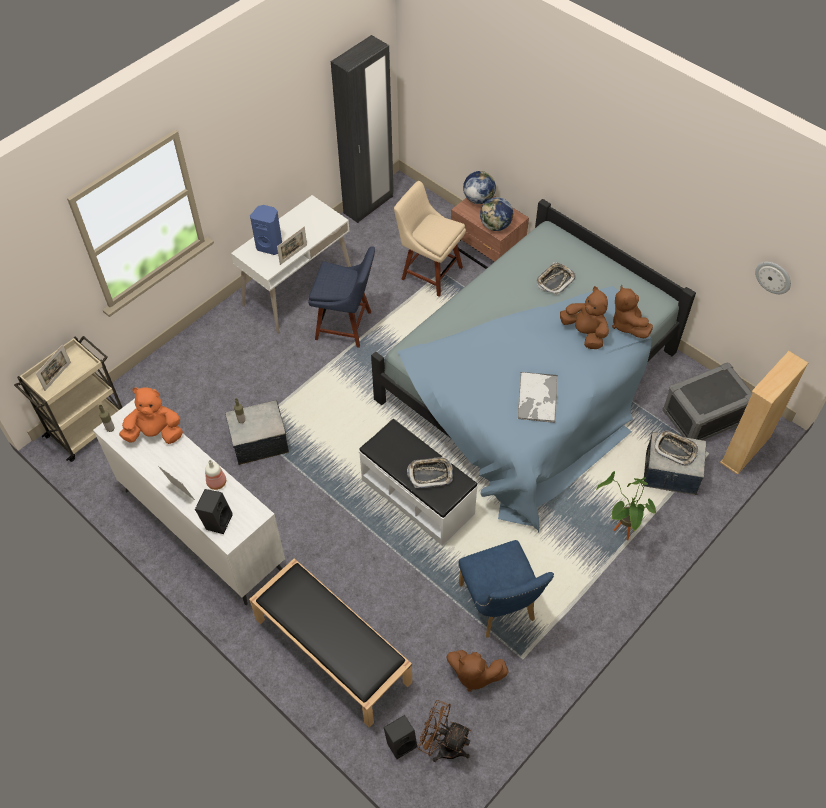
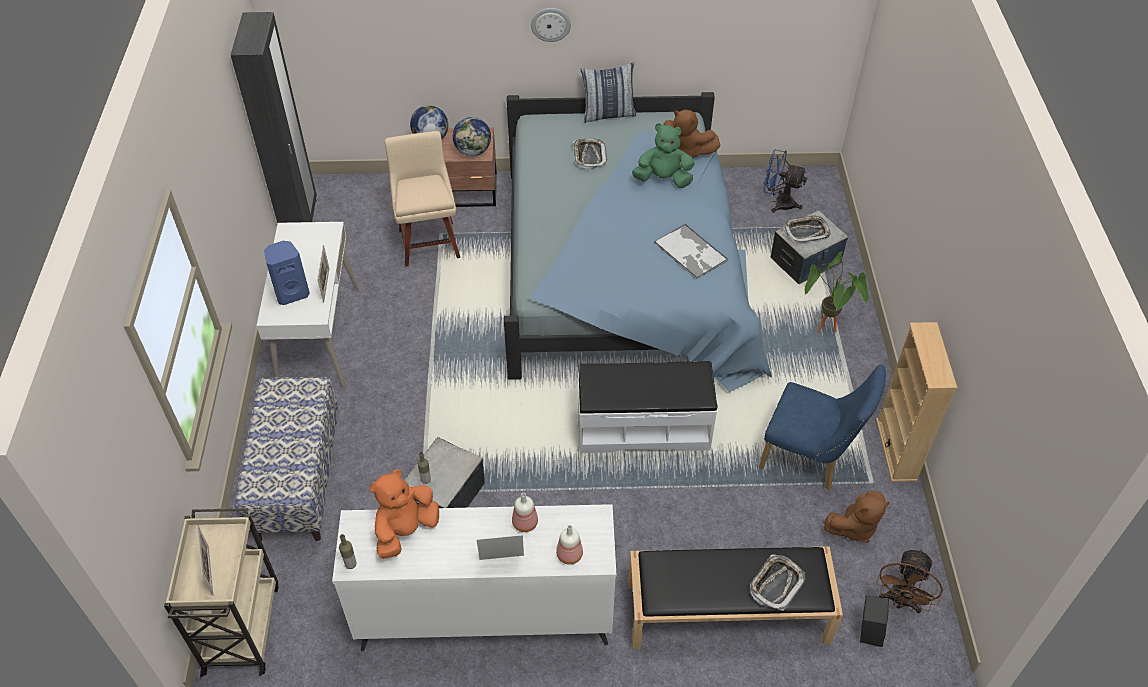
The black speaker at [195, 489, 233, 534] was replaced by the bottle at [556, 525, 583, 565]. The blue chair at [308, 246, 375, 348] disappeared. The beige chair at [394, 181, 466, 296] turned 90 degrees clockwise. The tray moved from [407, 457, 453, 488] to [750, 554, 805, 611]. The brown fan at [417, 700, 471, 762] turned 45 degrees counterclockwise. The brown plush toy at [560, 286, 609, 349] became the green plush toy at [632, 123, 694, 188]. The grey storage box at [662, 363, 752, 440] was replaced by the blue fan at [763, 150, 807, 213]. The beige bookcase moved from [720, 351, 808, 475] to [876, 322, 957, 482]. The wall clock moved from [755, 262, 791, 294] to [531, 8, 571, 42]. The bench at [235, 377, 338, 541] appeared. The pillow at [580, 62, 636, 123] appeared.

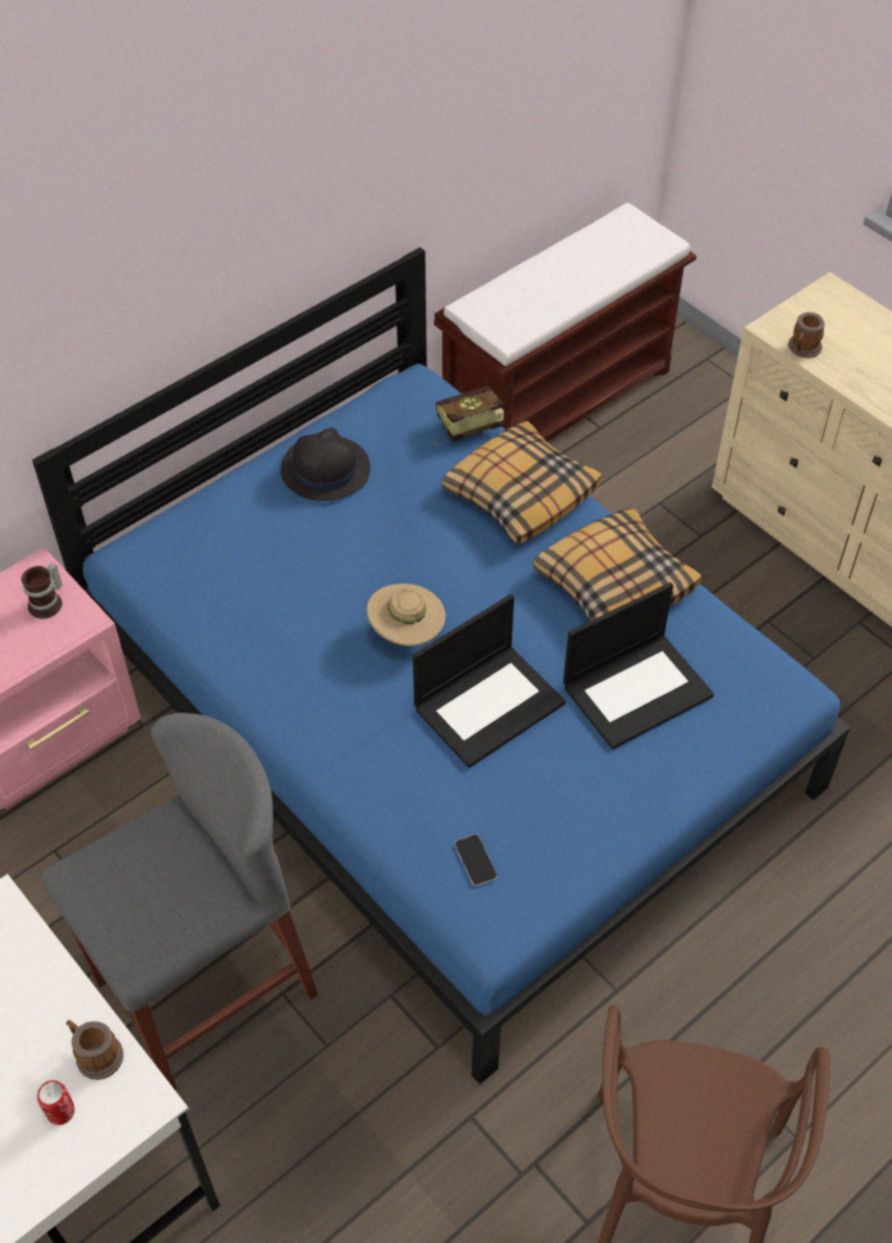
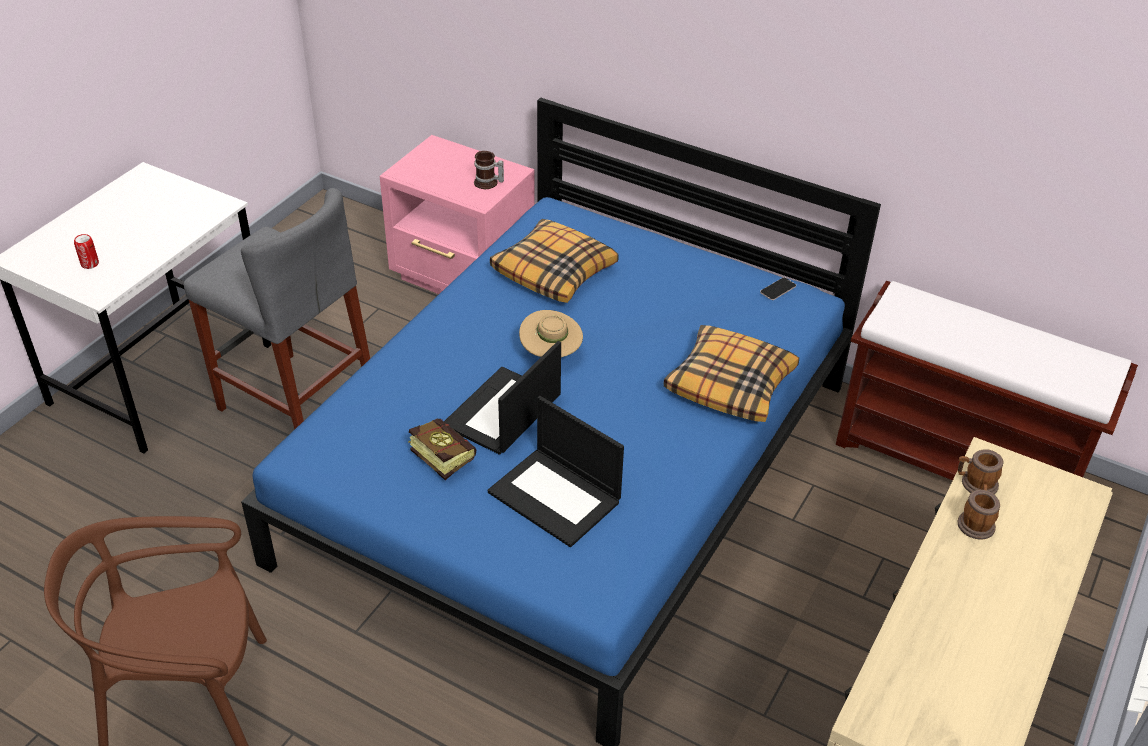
The mug moved from [66, 1020, 124, 1080] to [957, 484, 1000, 540]. The black hat at [281, 427, 370, 501] disappeared. The laptop at [413, 594, 566, 768] turned 90 degrees clockwise. The book moved from [434, 386, 505, 445] to [408, 419, 476, 480]. The phone moved from [455, 834, 497, 886] to [760, 277, 796, 300]. The pillow moved from [533, 508, 702, 621] to [490, 219, 619, 303].

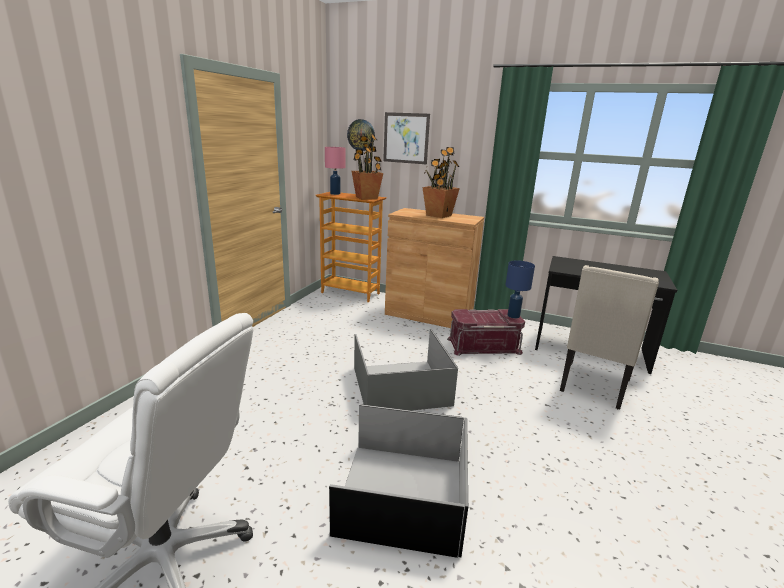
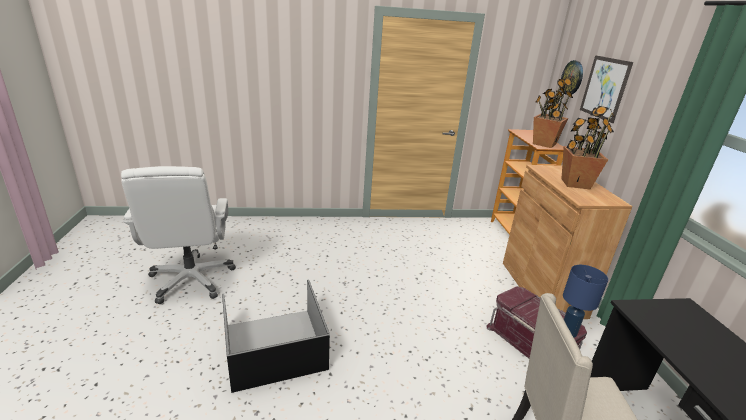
The pink table lamp at [325, 147, 345, 195] disappeared. The grey storage box at [354, 329, 458, 411] disappeared.

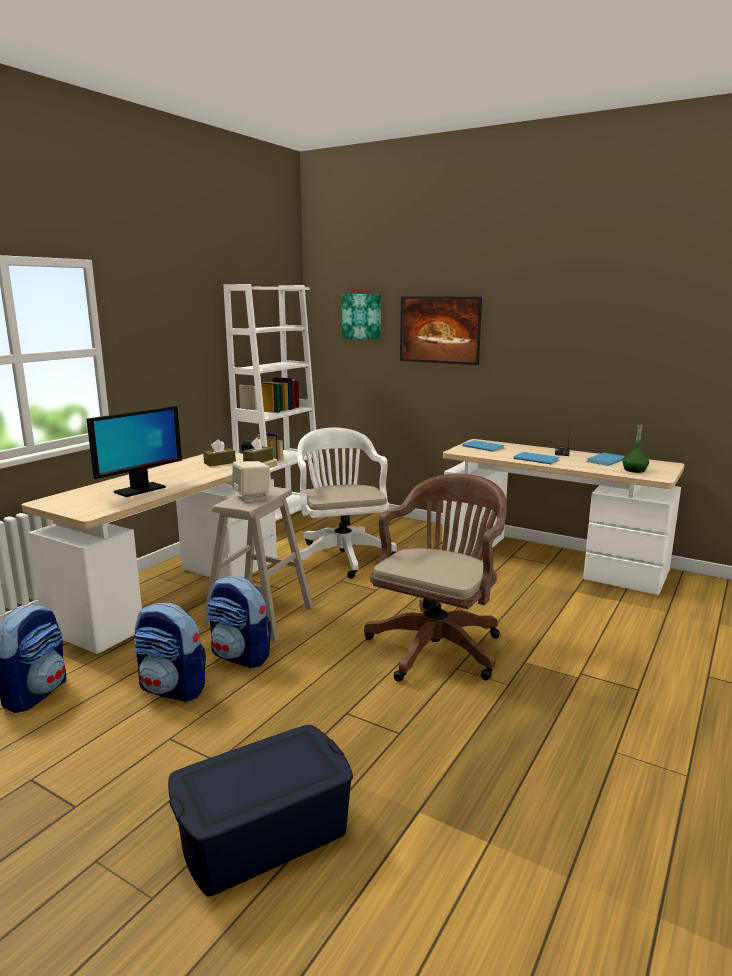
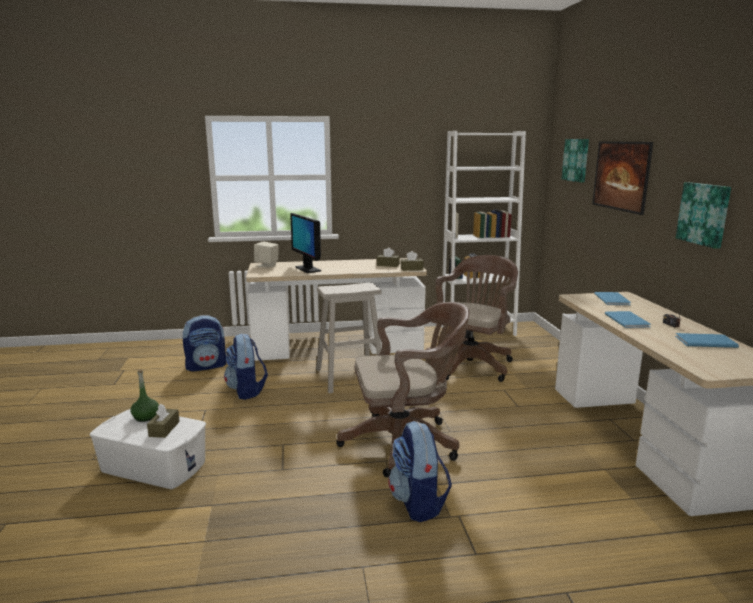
The monitor at [87, 406, 182, 497] turned 60 degrees clockwise. The blue storage box at [168, 725, 353, 897] became the white storage box at [90, 409, 206, 489]. The backpack moved from [208, 576, 272, 668] to [388, 421, 452, 522]. The beige speaker moved from [232, 461, 270, 502] to [254, 241, 279, 268]. The white office chair at [297, 428, 397, 578] became the brown office chair at [426, 255, 518, 382]. The green bottle moved from [622, 424, 649, 473] to [130, 370, 159, 422]. The brown tissue box at [147, 403, 180, 438] appeared. The picture at [676, 182, 731, 249] appeared.

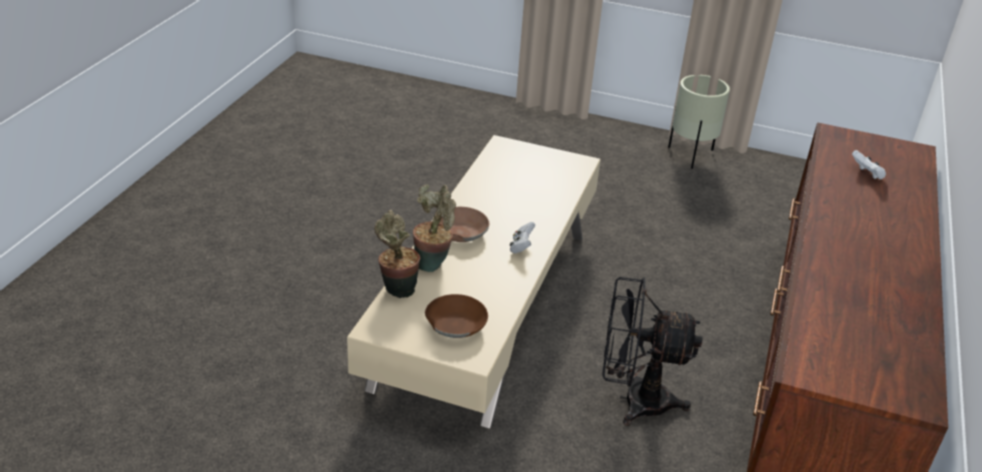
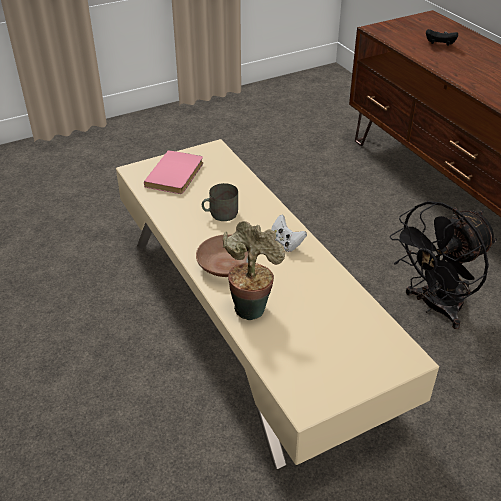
The potted plant at [374, 210, 420, 298] disappeared. The brown bowl at [425, 294, 488, 338] disappeared. The beige planter at [668, 75, 730, 169] disappeared. The white game controller at [852, 150, 886, 179] became the black game controller at [426, 29, 458, 46]. The pink book at [144, 150, 203, 194] appeared. The grey mug at [202, 183, 238, 221] appeared.

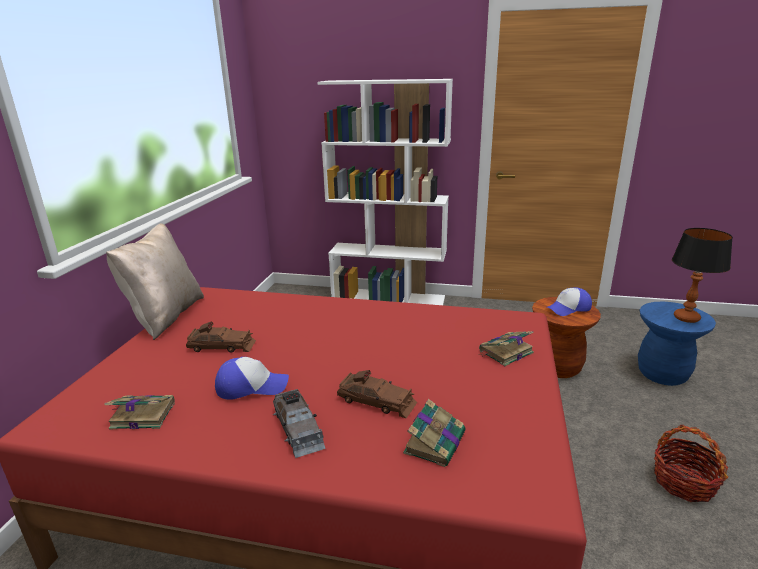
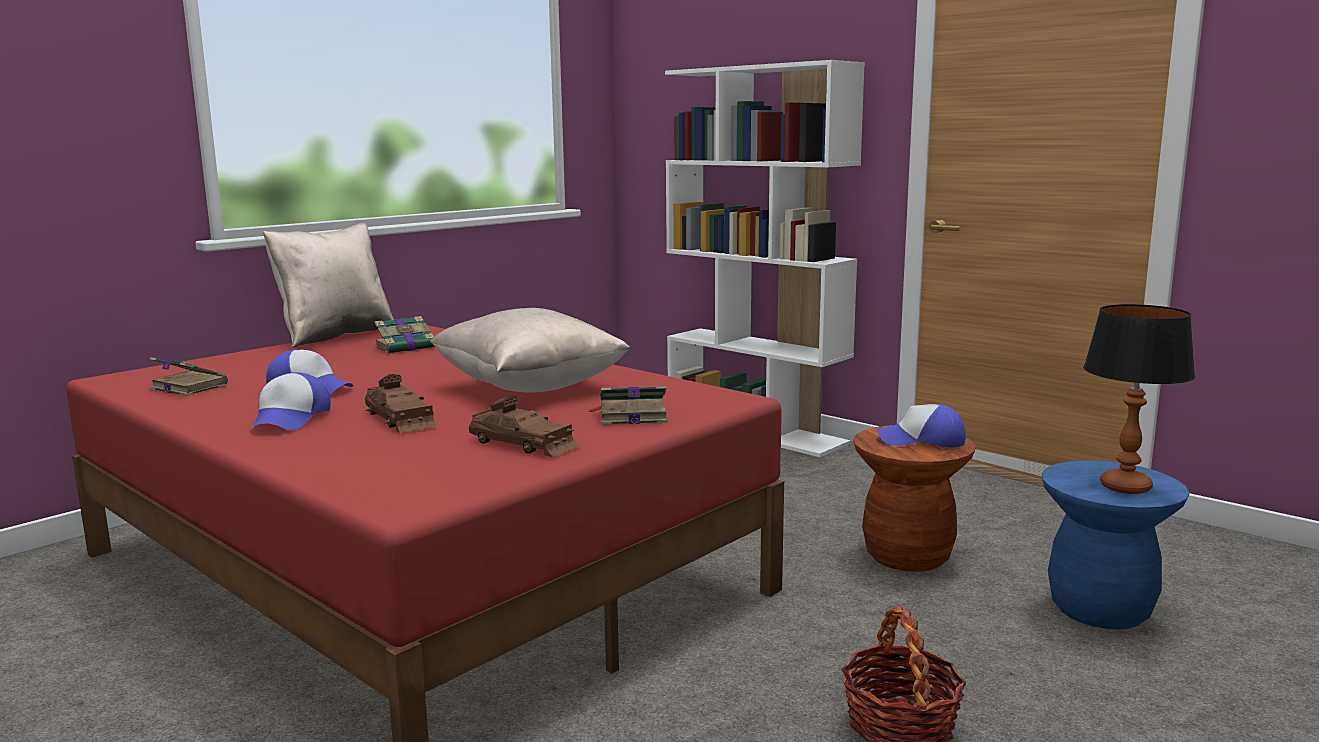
The brown toy car moved from [186, 321, 256, 353] to [469, 395, 579, 457]. The grey toy car at [273, 389, 326, 458] was replaced by the cap at [249, 372, 331, 430]. The book moved from [403, 399, 465, 467] to [374, 316, 435, 354]. The beige pillow at [430, 308, 630, 393] appeared.

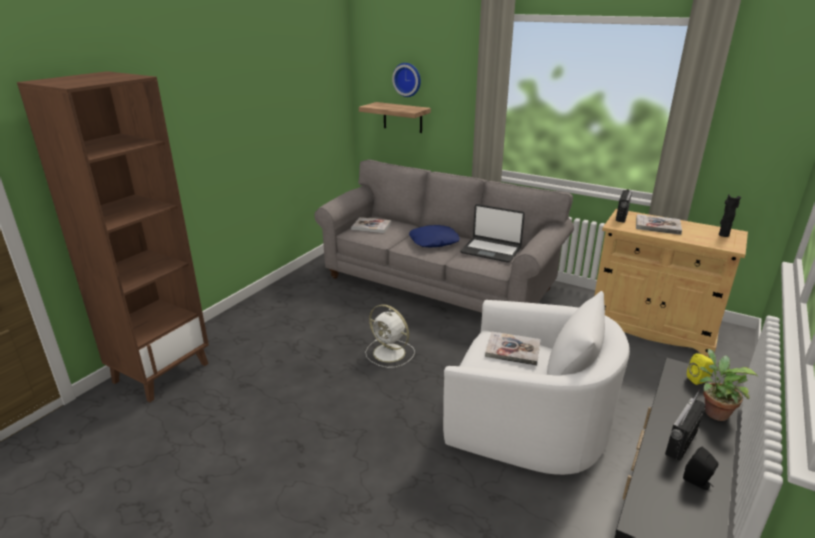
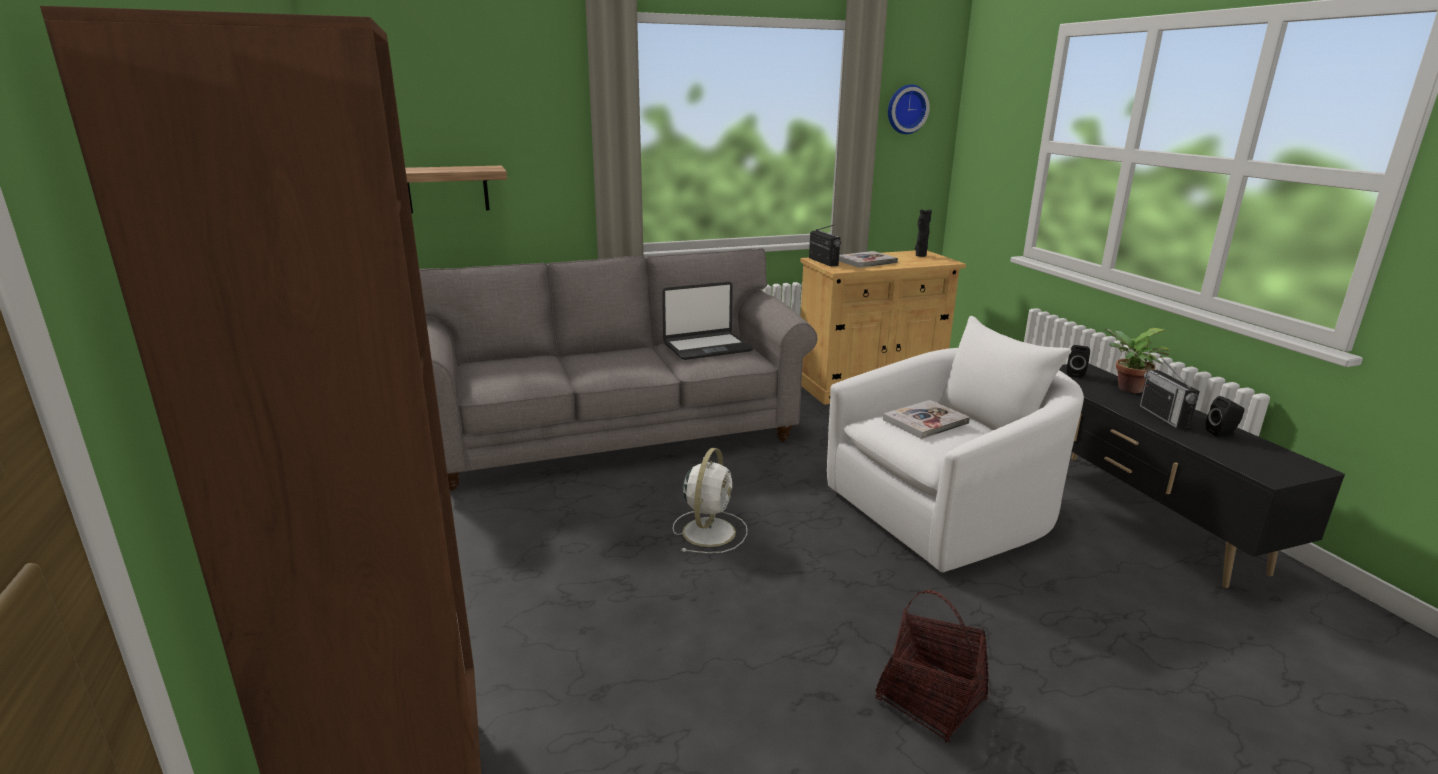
The book at [351, 217, 391, 233] disappeared. The white fan at [365, 304, 415, 368] turned 60 degrees counterclockwise. The wall clock moved from [392, 63, 421, 97] to [888, 84, 930, 134]. The blue pillow at [409, 225, 460, 247] disappeared. The yellow speaker at [687, 353, 714, 385] became the black speaker at [1067, 345, 1090, 378]. The basket at [875, 590, 989, 743] appeared.

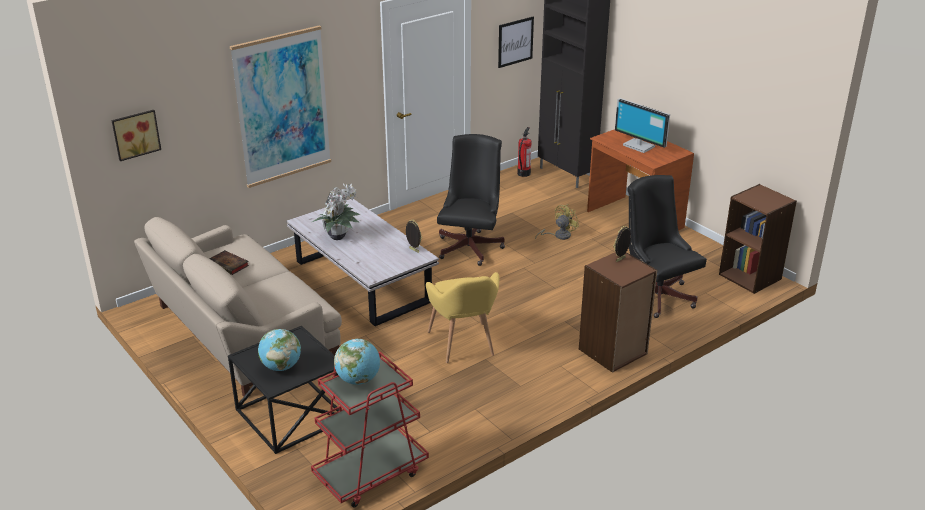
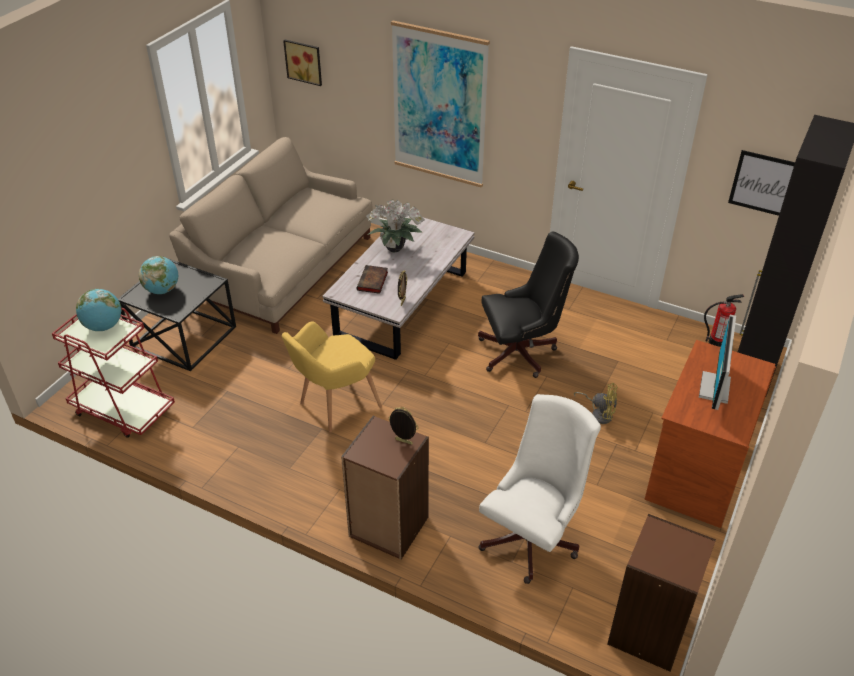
The book moved from [209, 250, 249, 275] to [357, 265, 388, 294]. The black office chair at [627, 175, 707, 318] became the white office chair at [479, 394, 601, 584].

